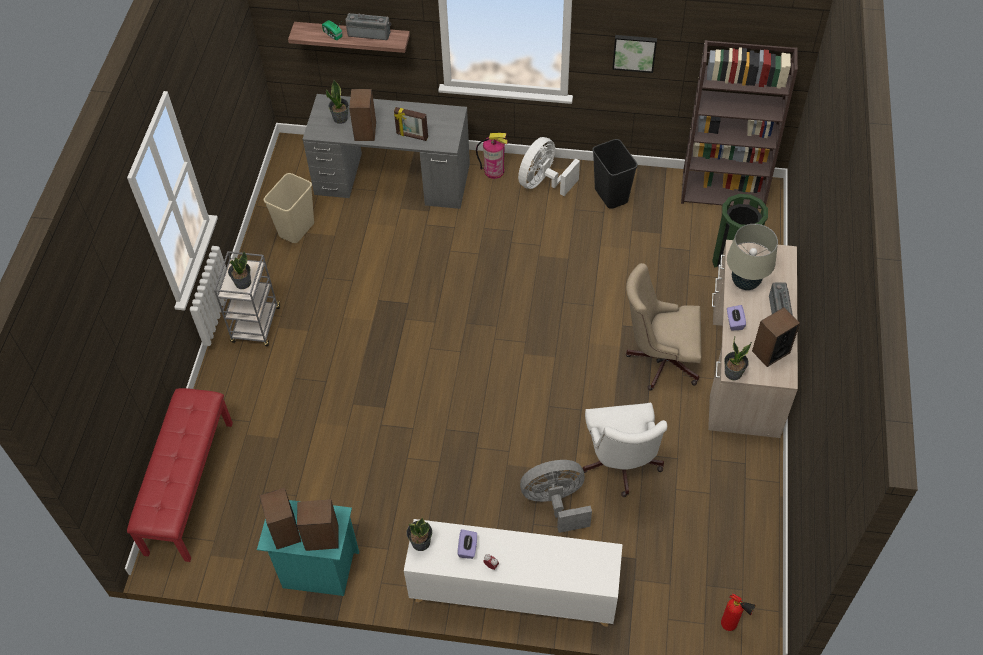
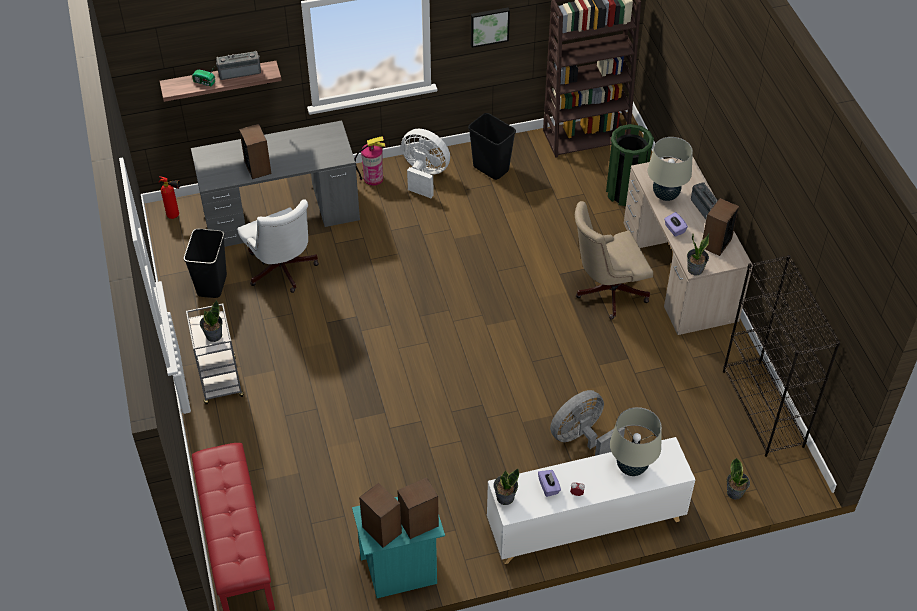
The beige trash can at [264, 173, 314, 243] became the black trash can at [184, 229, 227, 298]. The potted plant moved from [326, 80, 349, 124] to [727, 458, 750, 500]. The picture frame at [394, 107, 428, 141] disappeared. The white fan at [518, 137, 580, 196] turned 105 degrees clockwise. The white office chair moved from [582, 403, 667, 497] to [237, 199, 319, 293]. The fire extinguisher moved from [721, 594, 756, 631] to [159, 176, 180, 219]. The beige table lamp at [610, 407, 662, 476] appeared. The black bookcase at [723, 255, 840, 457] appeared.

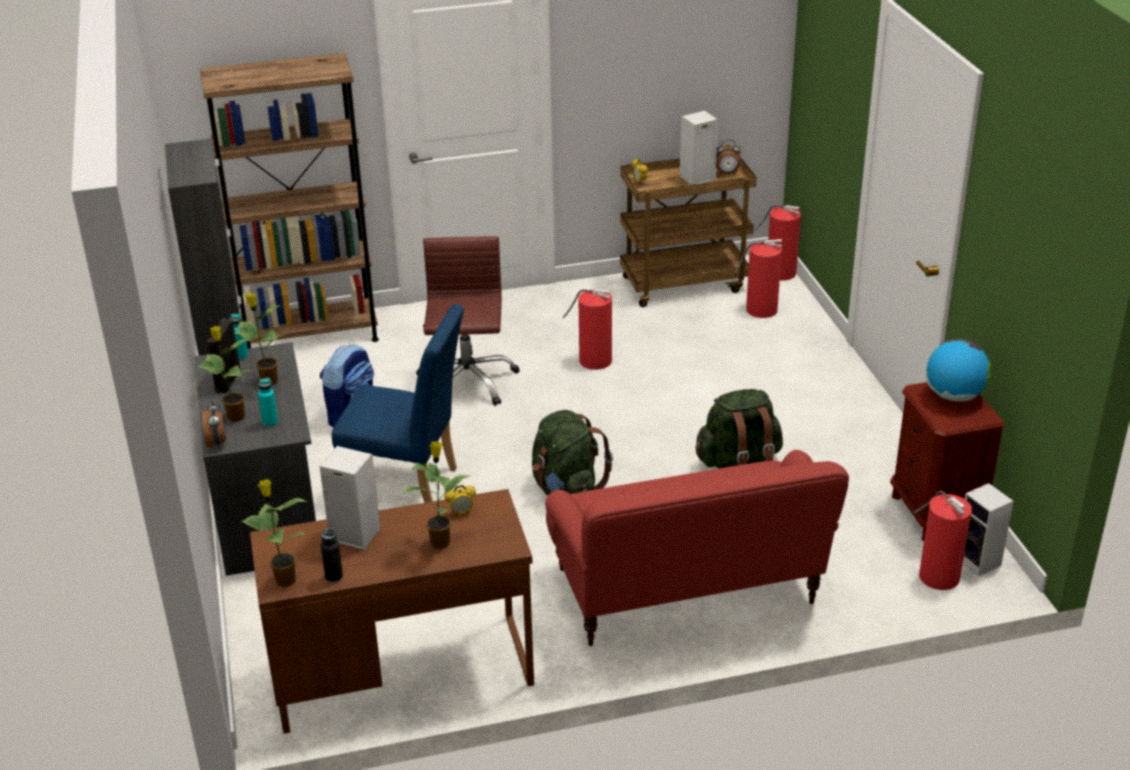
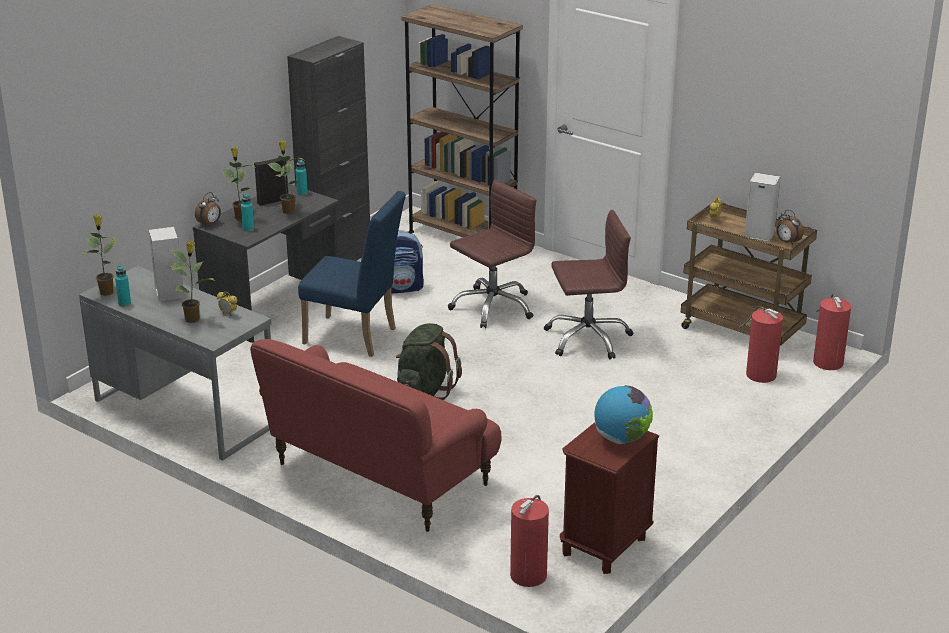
The brown desk at [250, 489, 534, 734] became the grey desk at [79, 266, 272, 461]. The black bottle at [321, 529, 343, 583] became the turquoise bottle at [115, 265, 131, 307]. The blue chair at [332, 304, 464, 503] turned 45 degrees counterclockwise. The fire extinguisher at [563, 289, 612, 370] was replaced by the brown office chair at [544, 210, 633, 359]. The green backpack at [695, 389, 783, 469] disappeared. The speaker at [963, 483, 1014, 576] disappeared.

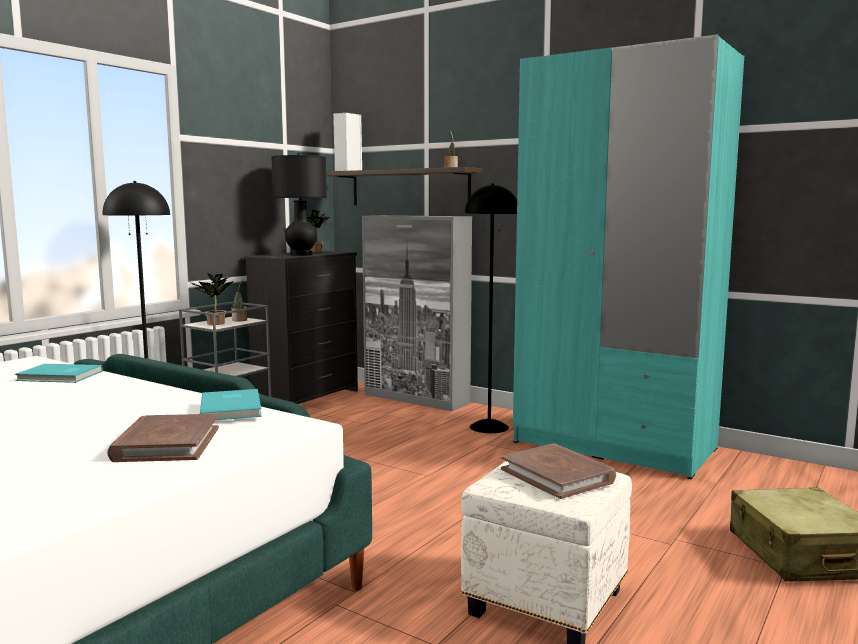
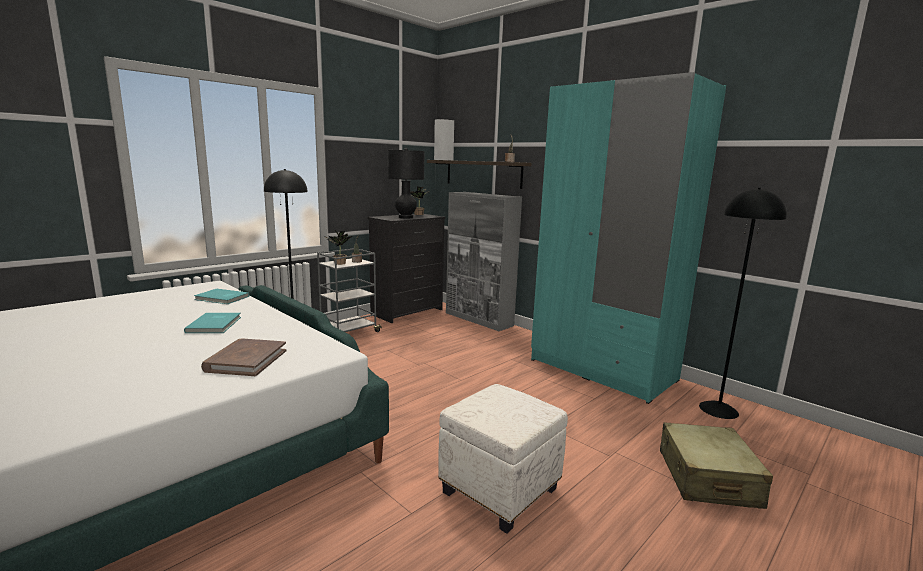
The turquoise book moved from [200, 389, 262, 420] to [184, 313, 241, 333]. The black floor lamp moved from [464, 183, 517, 433] to [699, 188, 787, 419]. The brown book at [501, 443, 616, 499] disappeared.

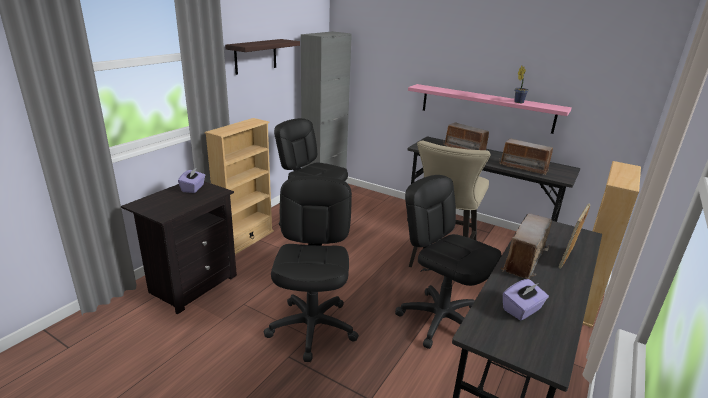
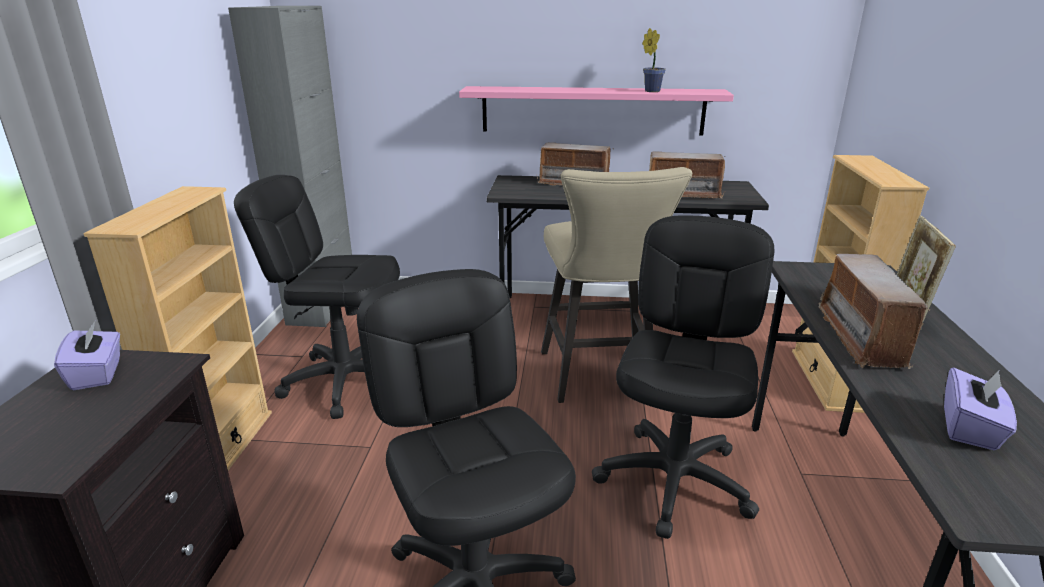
The shelf at [225, 39, 300, 75] disappeared. The black office chair at [395, 175, 502, 349] turned 90 degrees clockwise.

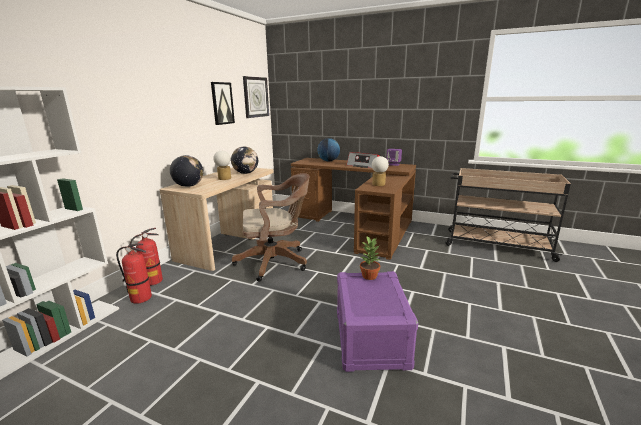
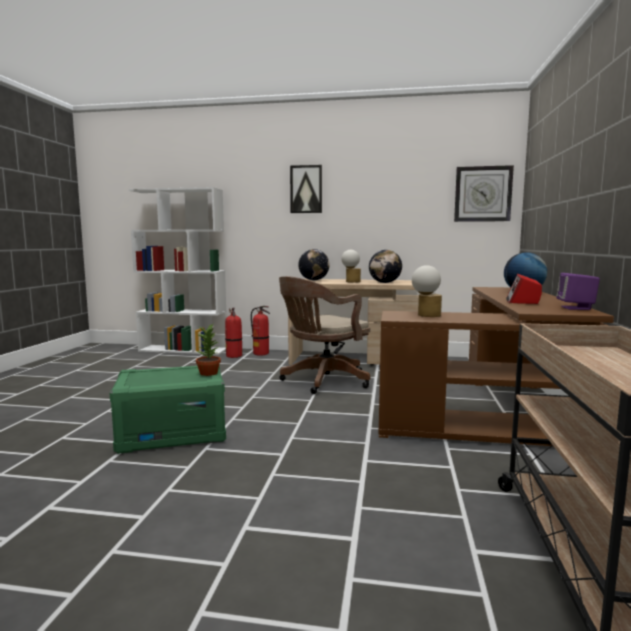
The picture moved from [211, 82, 235, 125] to [290, 165, 322, 213]. The brown office chair at [232, 173, 309, 282] turned 75 degrees clockwise. The purple storage box at [337, 271, 418, 372] became the green storage box at [109, 366, 226, 454].

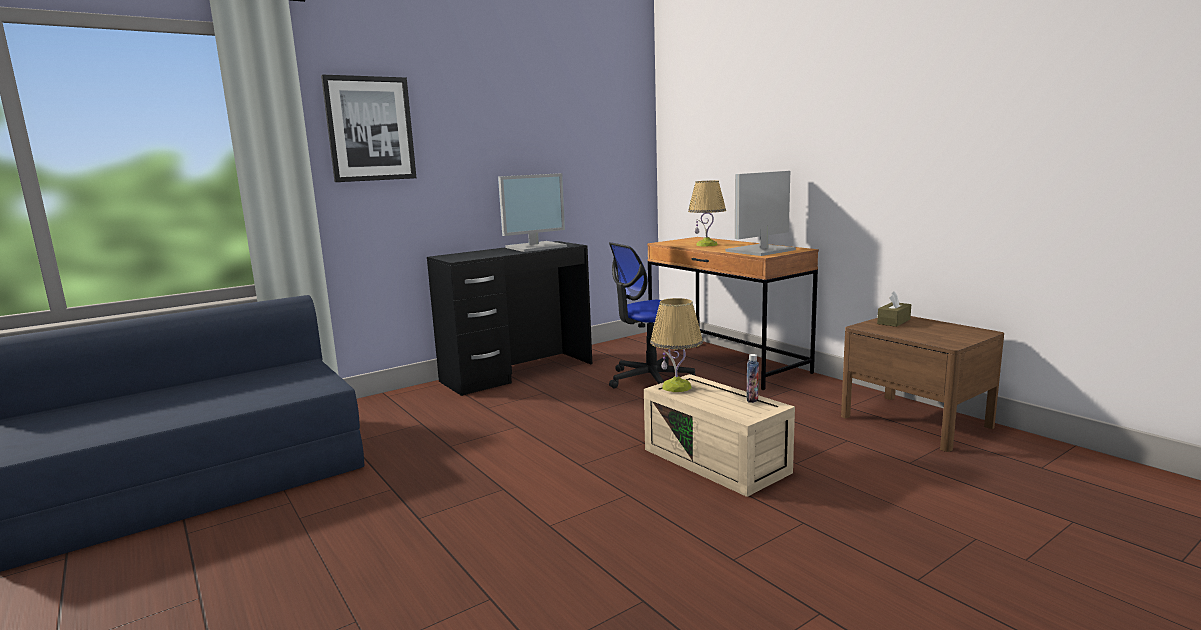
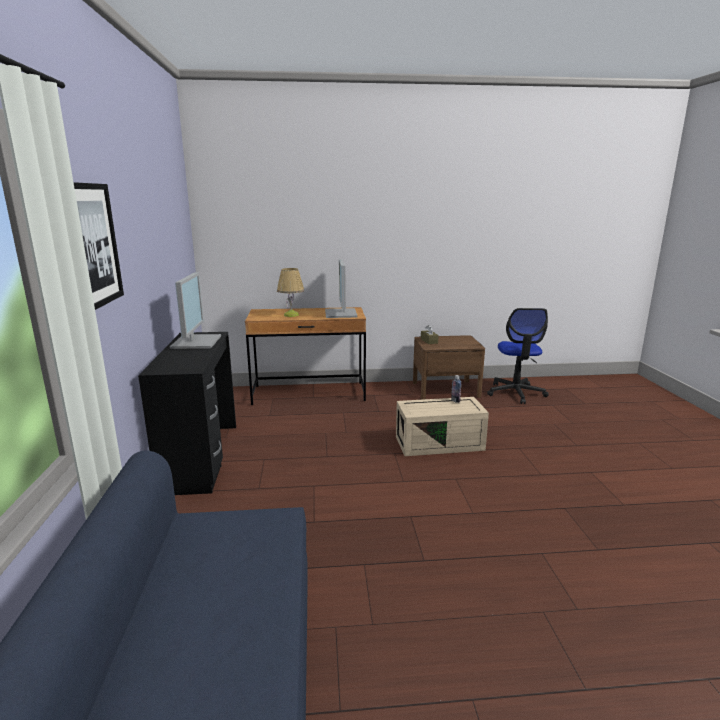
The office chair moved from [609, 242, 696, 389] to [487, 308, 548, 404]. The table lamp at [650, 298, 703, 392] disappeared.

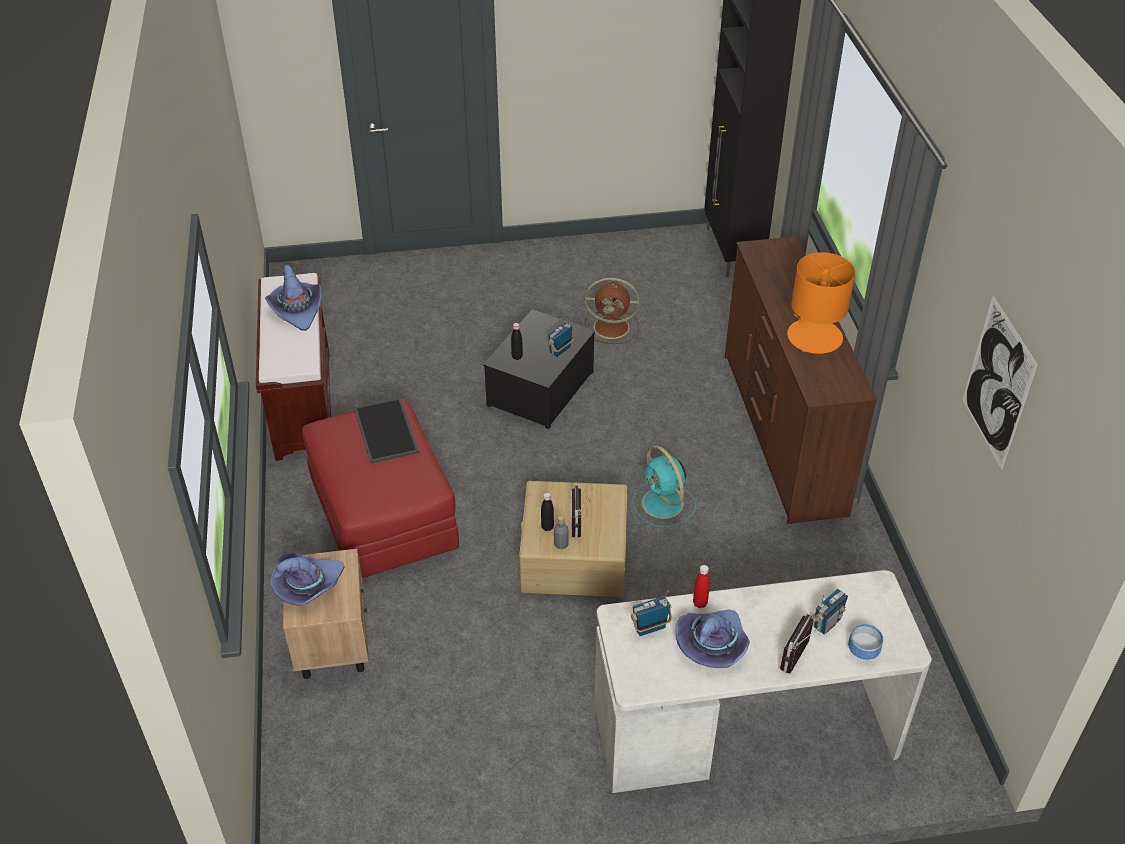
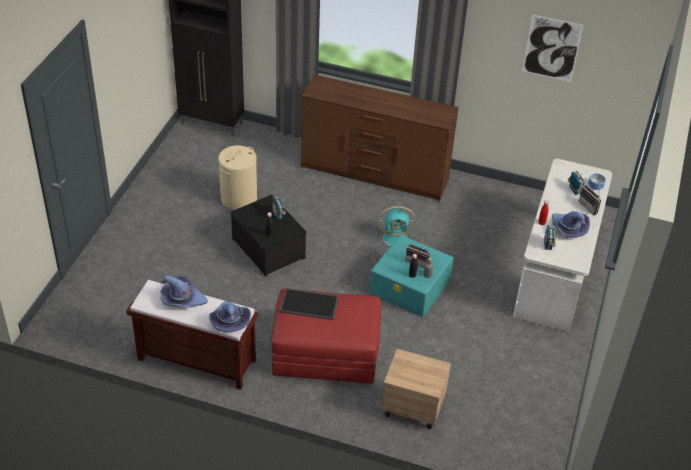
The purple hat moved from [271, 553, 344, 606] to [209, 301, 251, 332]. The beige storage box at [519, 481, 627, 597] became the turquoise storage box at [369, 235, 453, 317]. The brown fan at [585, 278, 640, 344] was replaced by the beige laundry basket at [218, 146, 257, 210]. The orange table lamp at [787, 252, 856, 354] disappeared.

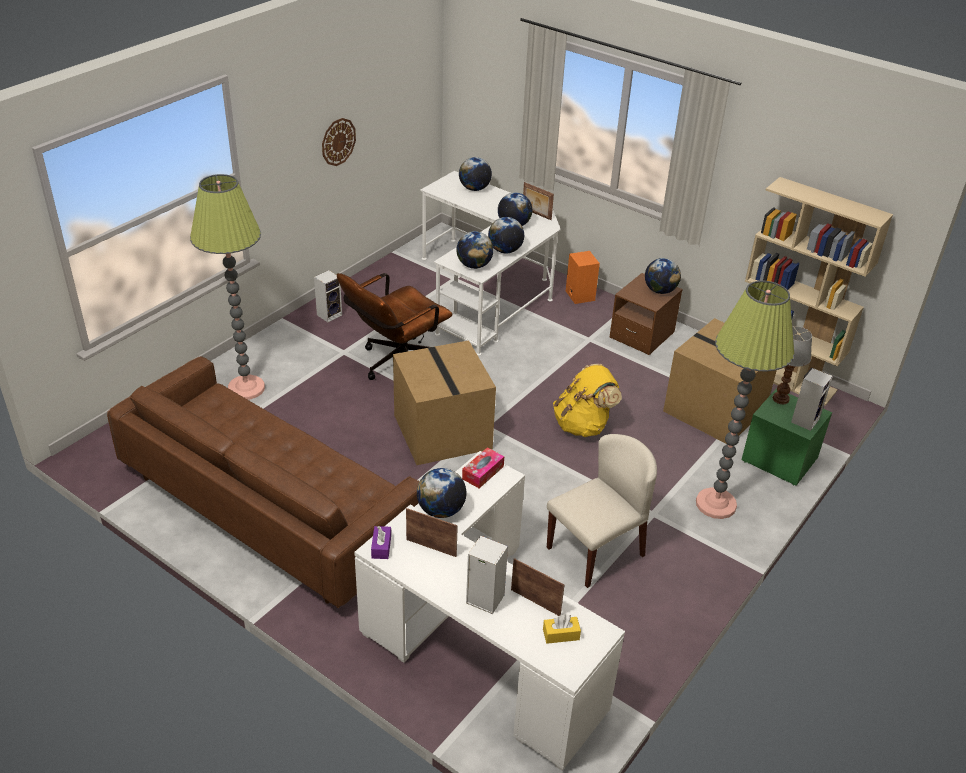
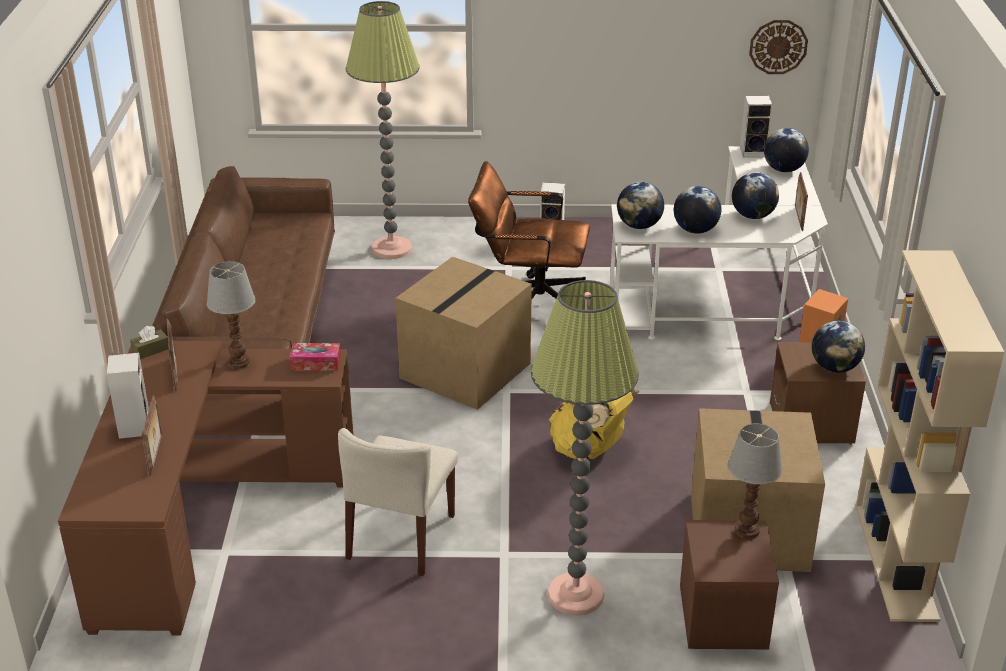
The wall clock moved from [322, 118, 356, 166] to [749, 20, 808, 74]. The white desk at [354, 451, 625, 771] became the brown desk at [58, 341, 353, 635]. The purple tissue box at [371, 526, 391, 559] became the brown tissue box at [130, 326, 169, 359]. The globe at [417, 468, 466, 518] was replaced by the table lamp at [206, 261, 256, 370]. The yellow tissue box at [543, 614, 581, 644] disappeared. The beige chair at [547, 434, 657, 588] turned 90 degrees clockwise. The green nightstand at [742, 388, 832, 486] became the brown nightstand at [680, 520, 779, 649]. The speaker moved from [791, 368, 833, 431] to [740, 96, 772, 158].

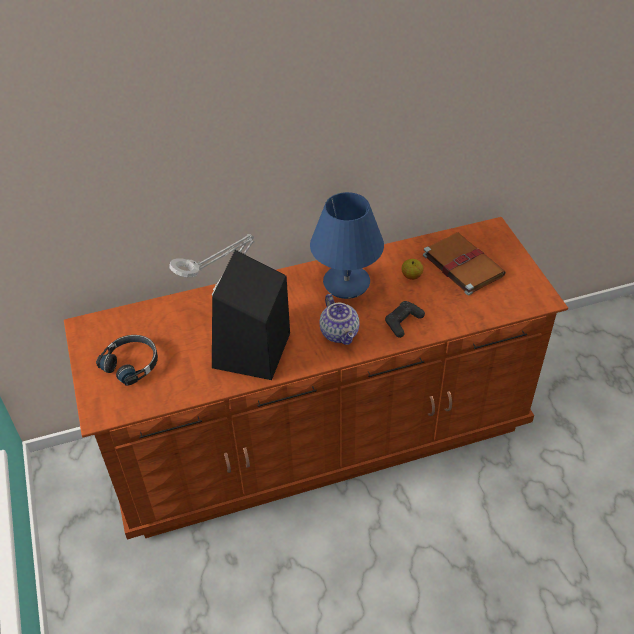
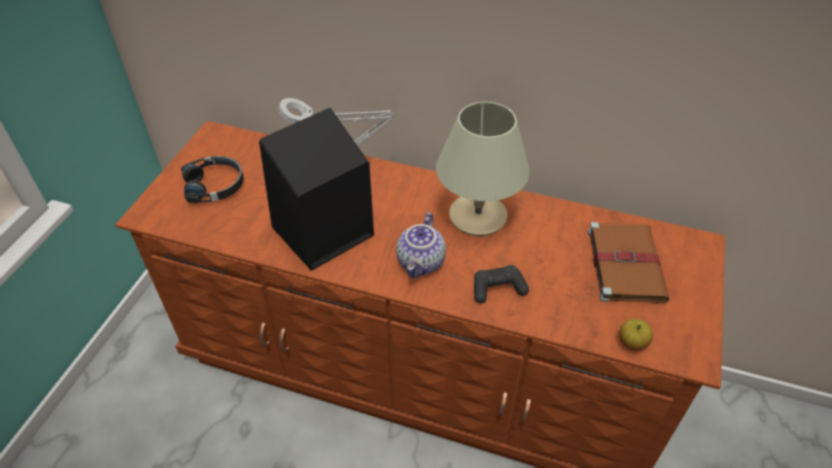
The blue table lamp at [310, 192, 384, 299] became the beige table lamp at [436, 102, 529, 236]. The apple moved from [402, 259, 424, 280] to [619, 319, 653, 350].

